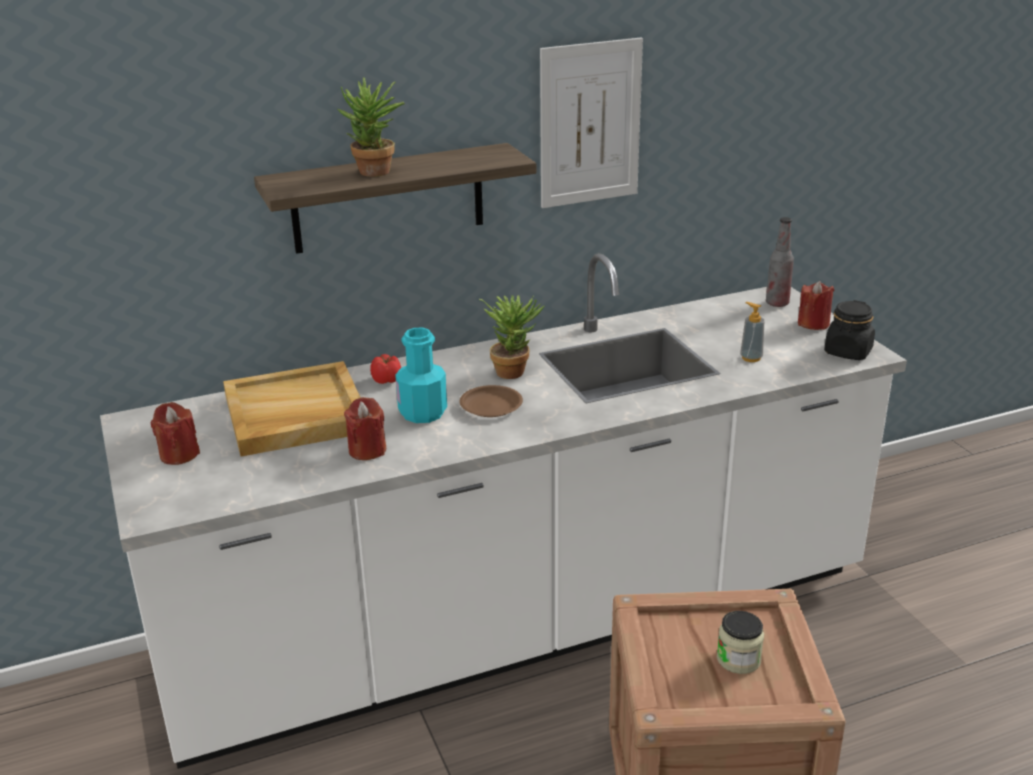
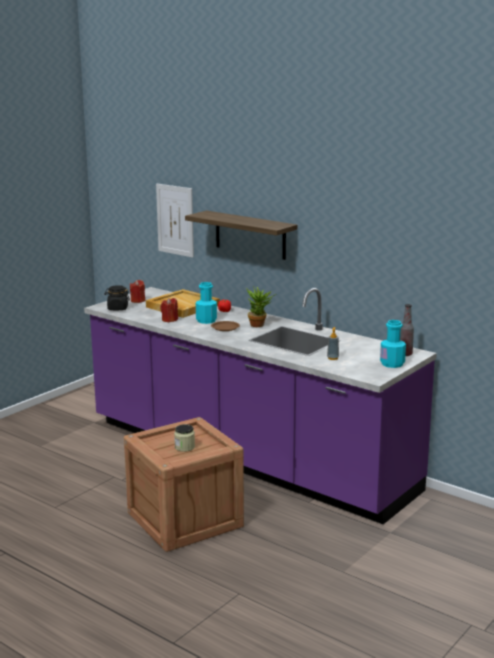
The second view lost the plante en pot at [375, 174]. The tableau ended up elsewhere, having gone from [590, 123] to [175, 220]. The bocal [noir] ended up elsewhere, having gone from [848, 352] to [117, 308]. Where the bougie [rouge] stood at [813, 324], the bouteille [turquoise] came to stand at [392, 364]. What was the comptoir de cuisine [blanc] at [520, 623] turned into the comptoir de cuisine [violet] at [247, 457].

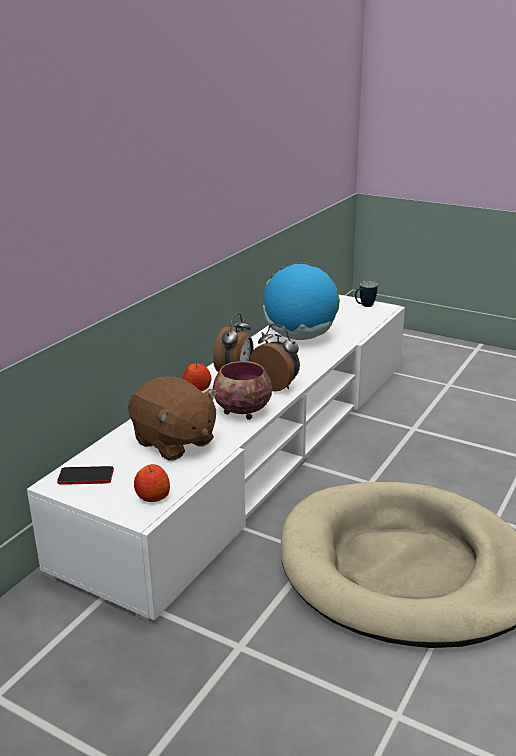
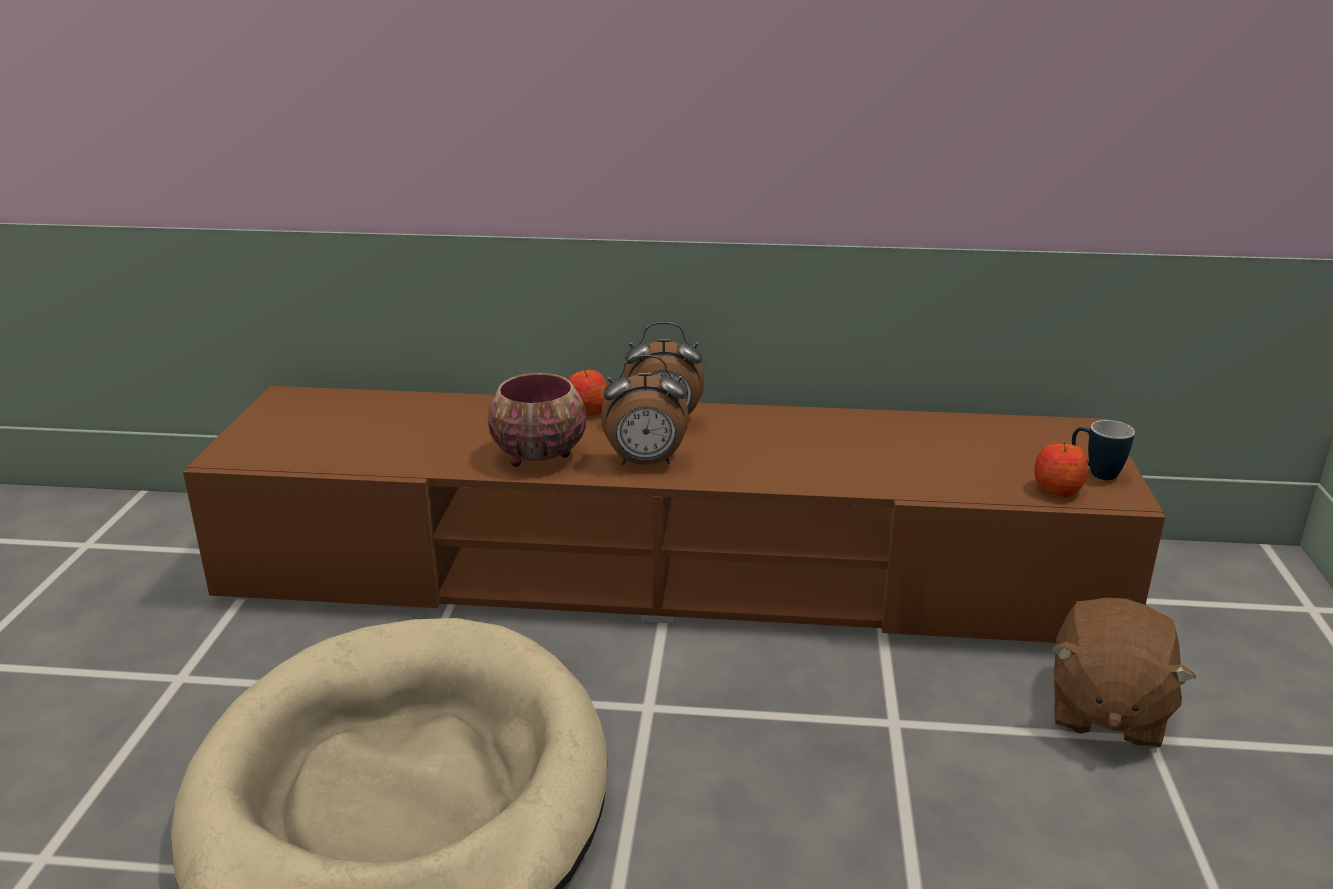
The second view lost the téléphone at [86, 476]. The second view lost the globe at [300, 337]. The peluche [marron] ended up elsewhere, having gone from [174, 442] to [1105, 711]. The pomme ended up elsewhere, having gone from [152, 496] to [1057, 489]. What was the meuble télé [blanc] at [259, 450] turned into the meuble télé [marron] at [668, 572]. The réveil at [276, 386] ended up facing another way, 75 degrees clockwise from before.

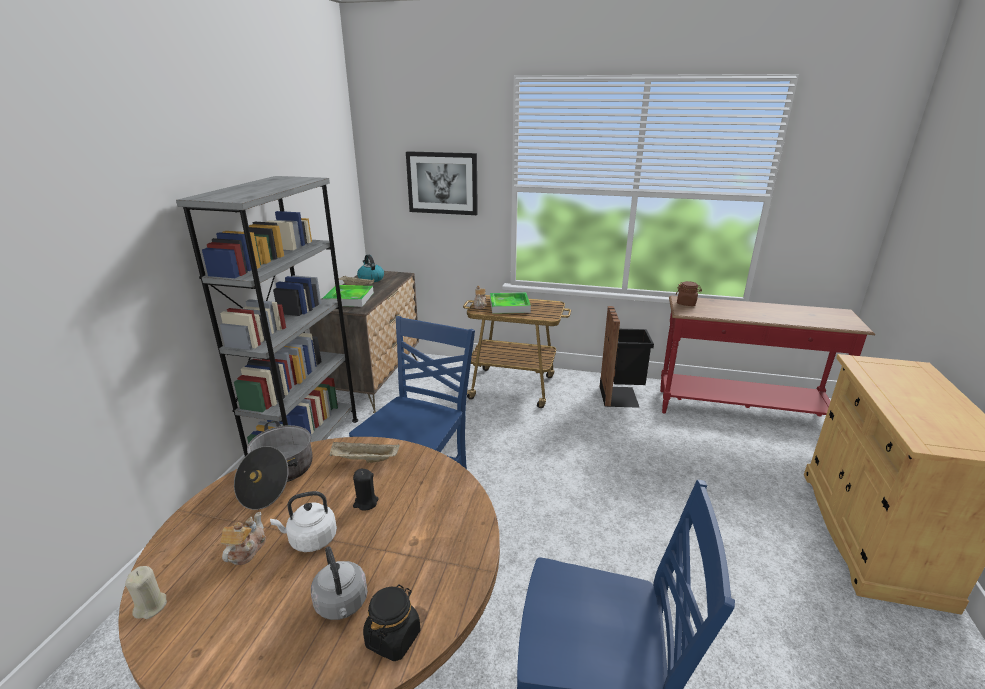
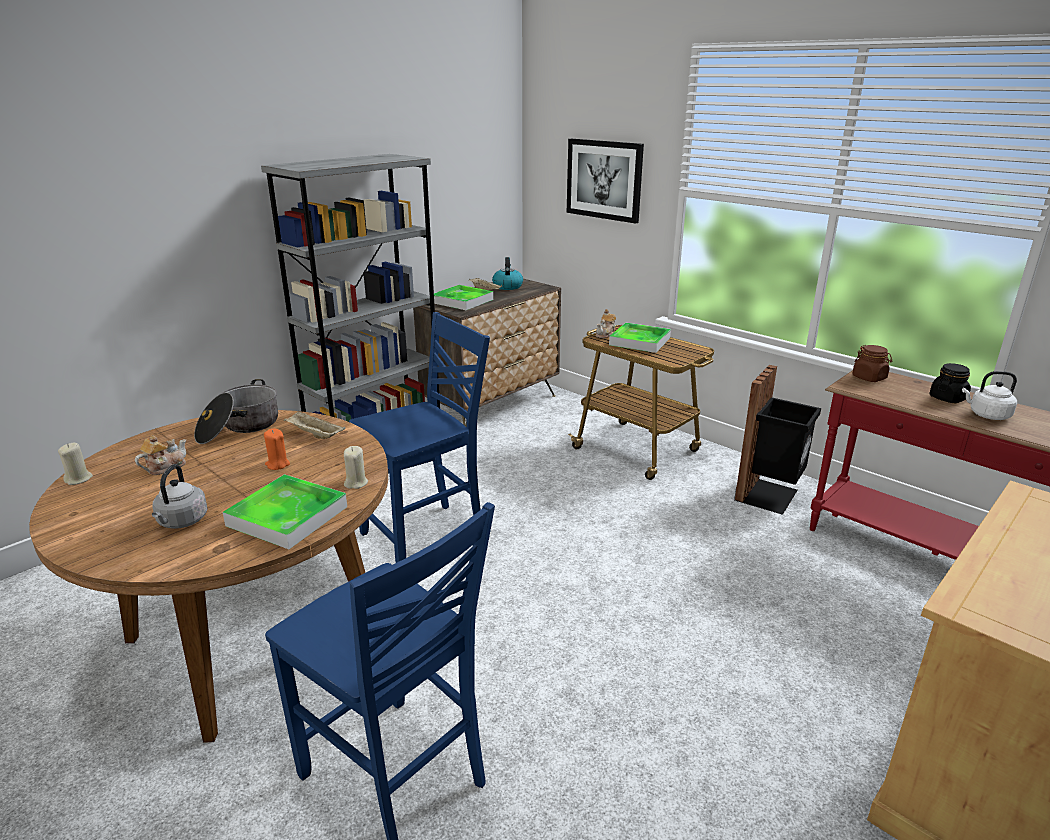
The second view gained the plateau at [287, 516]. The second view gained the bougie [beige] at [356, 483]. The bouilloire [blanc] ended up elsewhere, having gone from [310, 540] to [987, 415]. The bocal [noir] ended up elsewhere, having gone from [393, 638] to [947, 398]. What was the bougie [noir] at [365, 503] turned into the bougie [orange] at [277, 464].

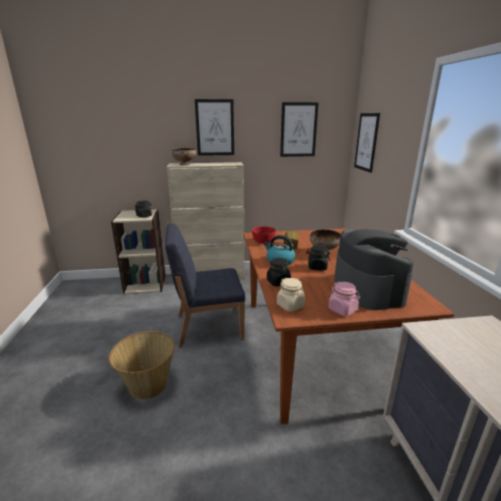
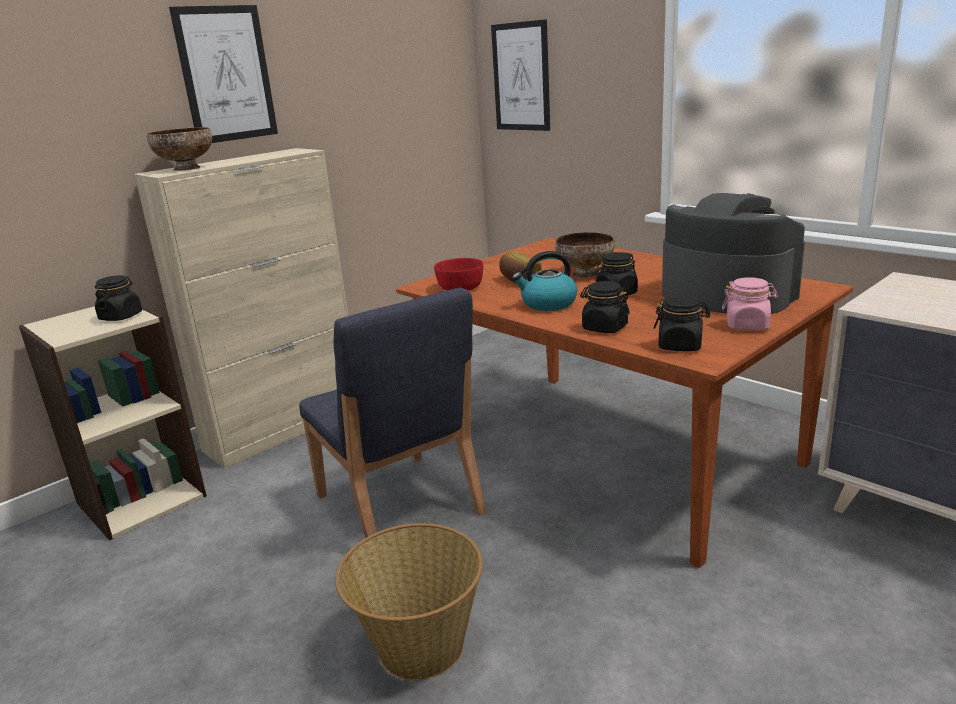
The second view lost the tableau at [298, 130]. What was the bocal [beige] at [290, 305] turned into the bocal [noir] at [680, 345]. The chaise [bleu] at [208, 326] ended up facing another way, 75 degrees counterclockwise from before.

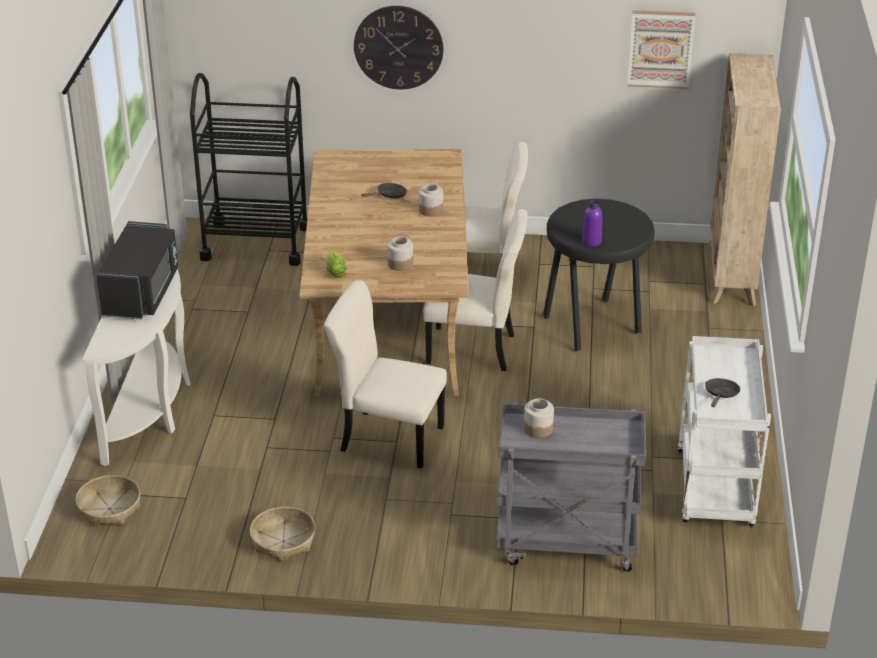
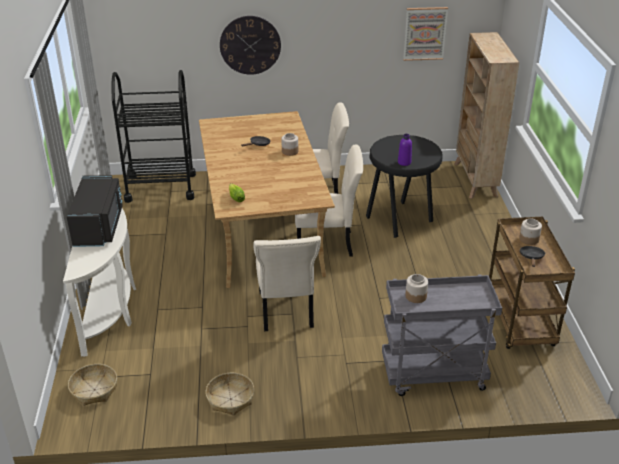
The bocal ended up elsewhere, having gone from [400, 264] to [529, 239]. What was the chariot [blanc] at [716, 490] turned into the chariot [marron] at [520, 323]. The chaise [beige] at [388, 438] ended up facing another way, 105 degrees counterclockwise from before.

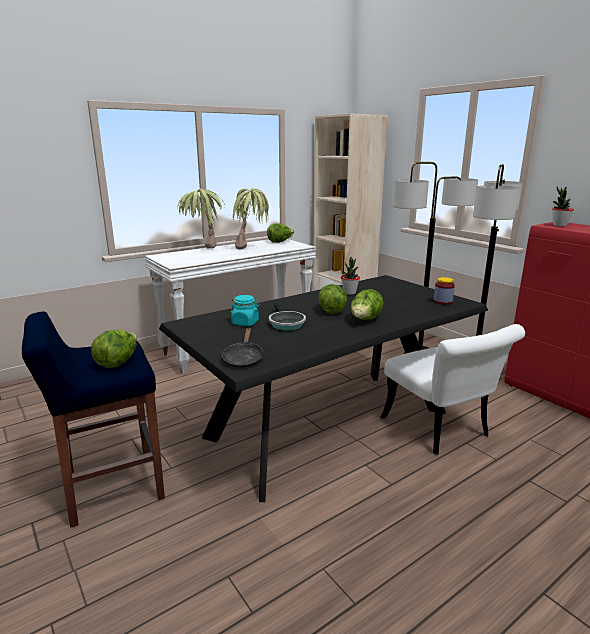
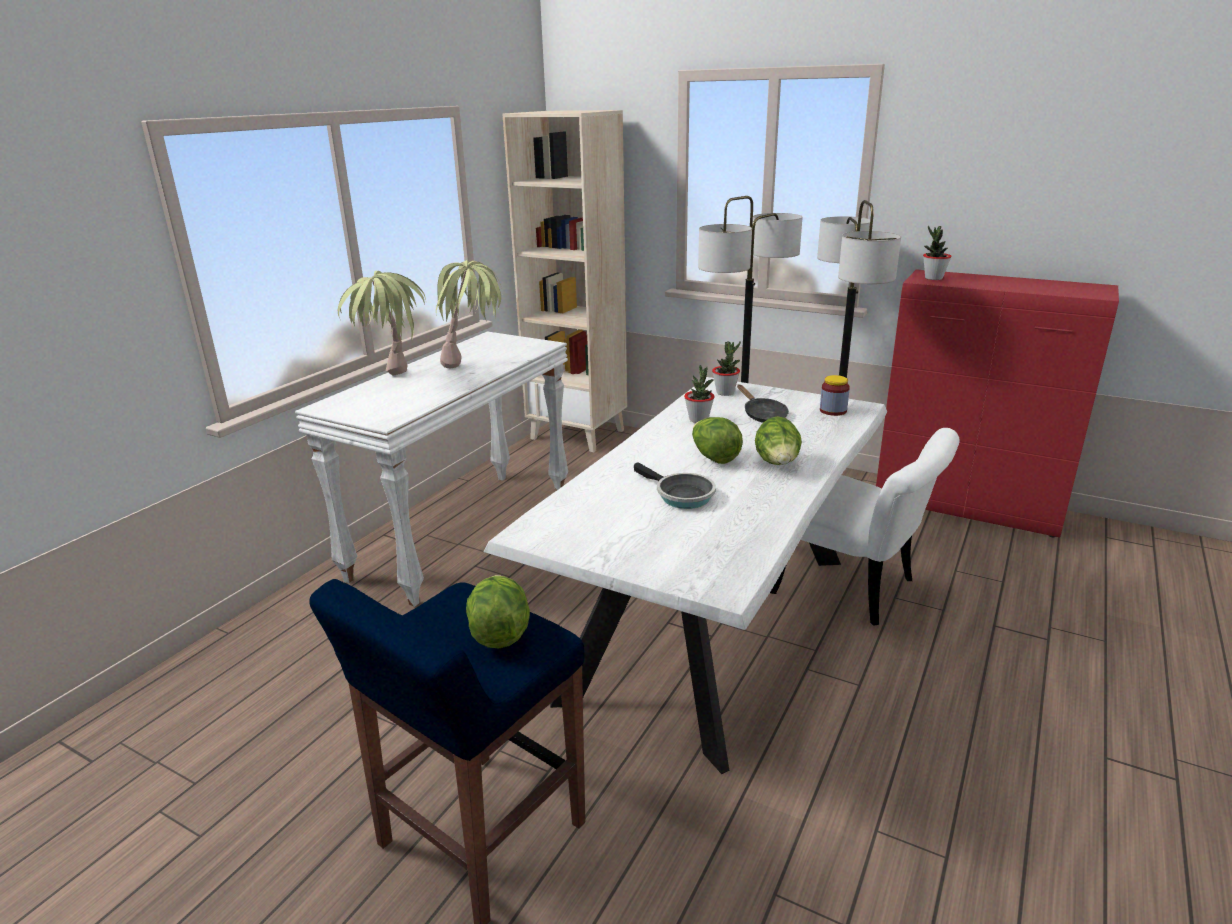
The second view lost the bocal [turquoise] at [245, 323]. The second view lost the laitue at [280, 242]. The second view gained the plante en pot at [725, 392]. The poêle [noir] ended up elsewhere, having gone from [243, 358] to [762, 415]. What was the table à manger [noir] at [329, 424] turned into the table à manger [blanc] at [712, 624].

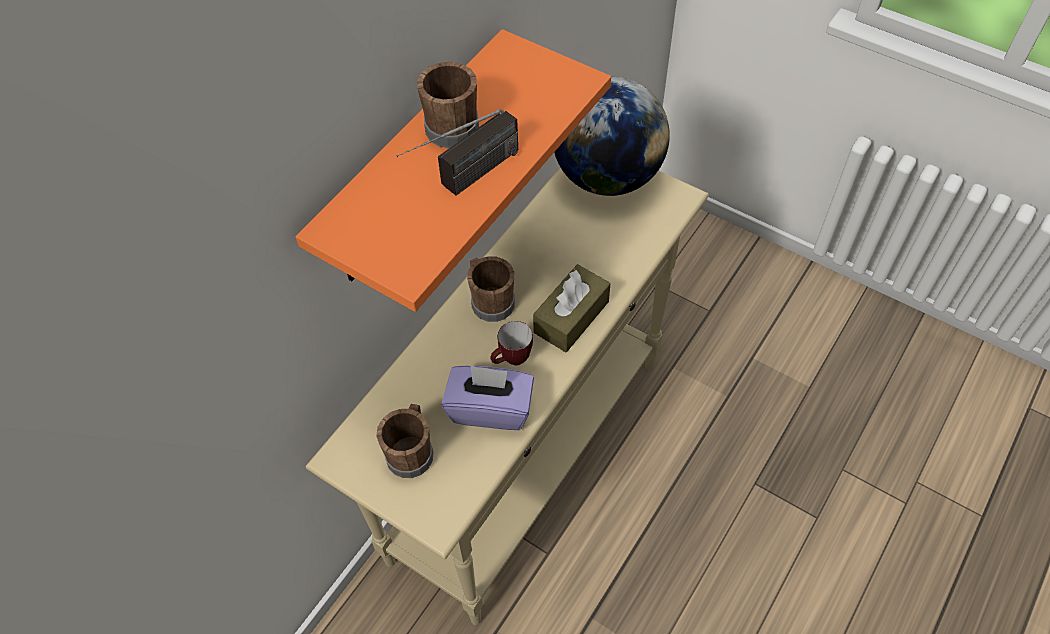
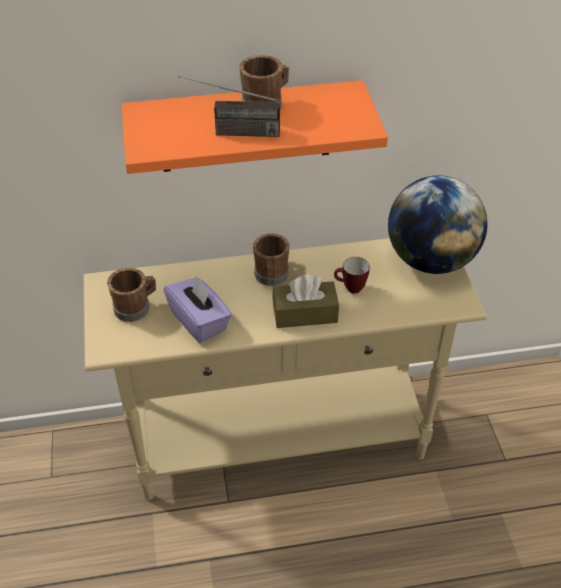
The mug ended up elsewhere, having gone from [512, 361] to [350, 288].

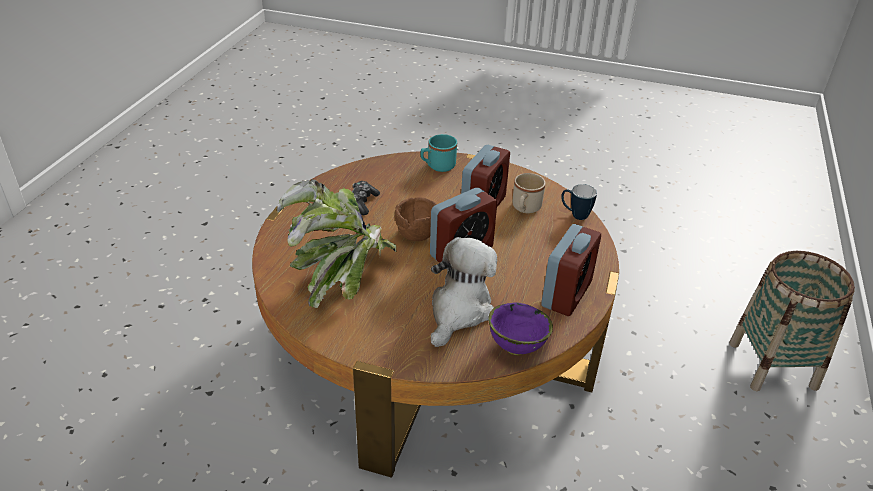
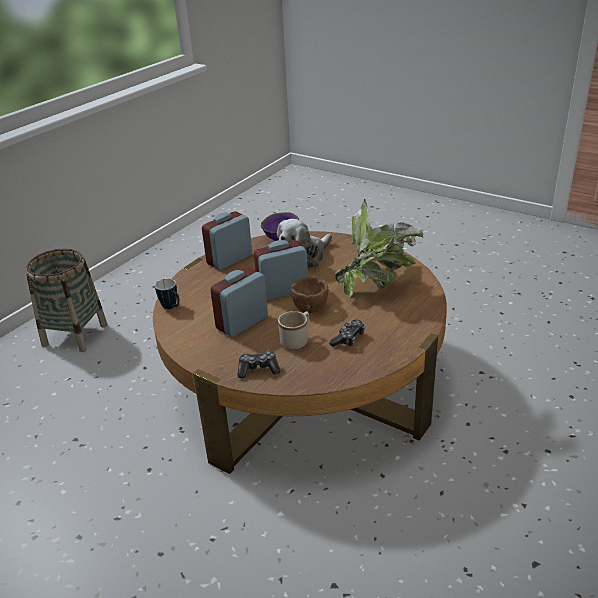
The mug [beige] ended up elsewhere, having gone from [525, 209] to [297, 340]. Where the mug [turquoise] stood at [437, 166], the manette came to stand at [258, 369].

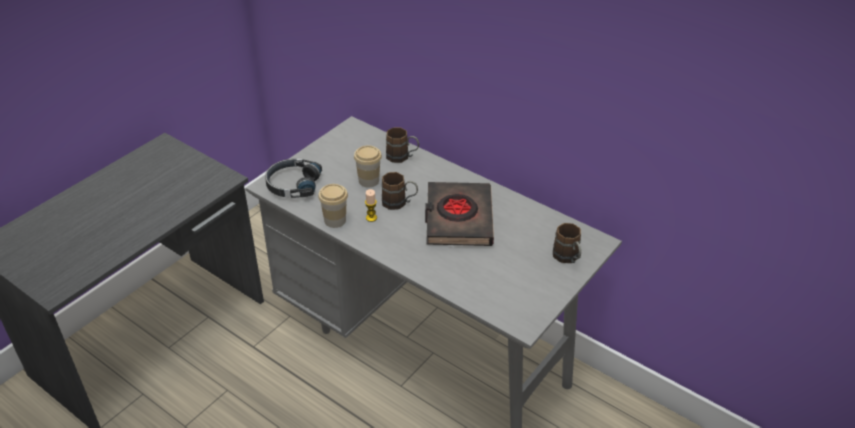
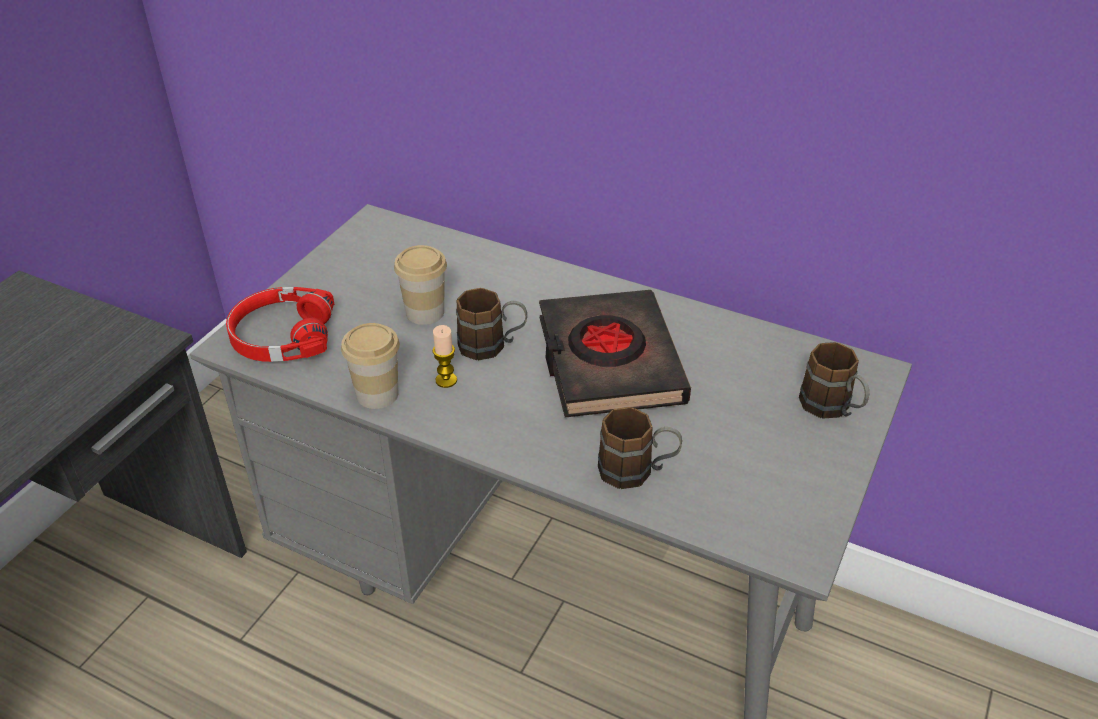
The mug [marron] ended up elsewhere, having gone from [402, 157] to [637, 471]. What was the casque audio [noir] at [293, 185] turned into the casque audio [rouge] at [282, 336].

